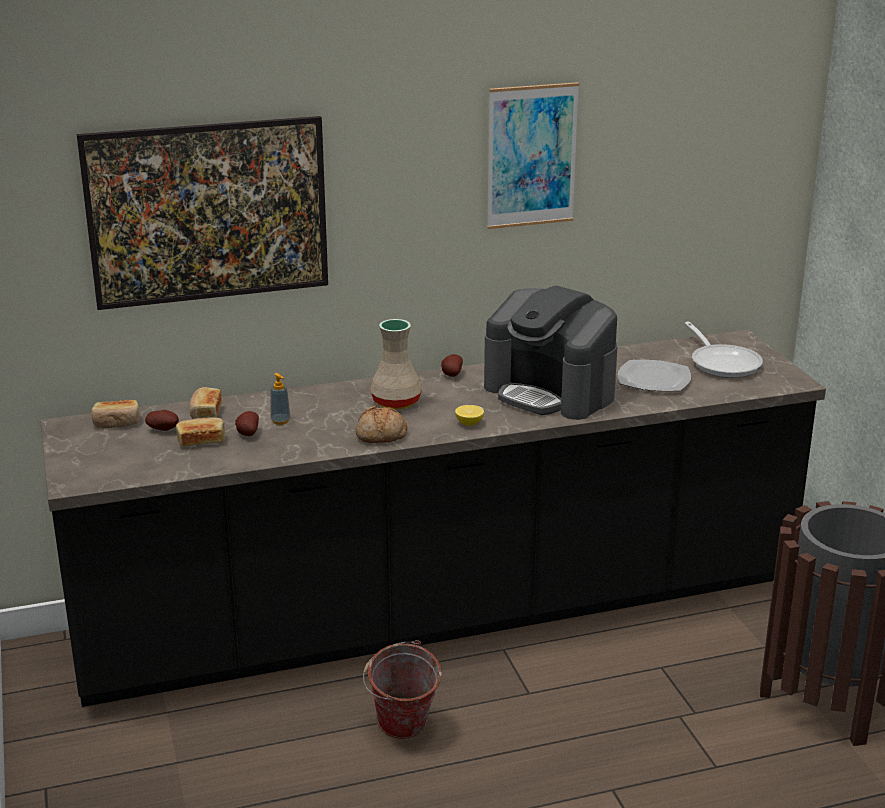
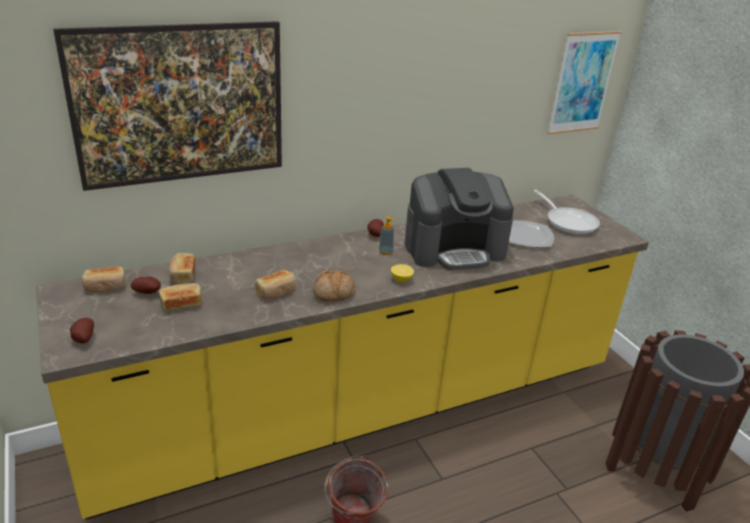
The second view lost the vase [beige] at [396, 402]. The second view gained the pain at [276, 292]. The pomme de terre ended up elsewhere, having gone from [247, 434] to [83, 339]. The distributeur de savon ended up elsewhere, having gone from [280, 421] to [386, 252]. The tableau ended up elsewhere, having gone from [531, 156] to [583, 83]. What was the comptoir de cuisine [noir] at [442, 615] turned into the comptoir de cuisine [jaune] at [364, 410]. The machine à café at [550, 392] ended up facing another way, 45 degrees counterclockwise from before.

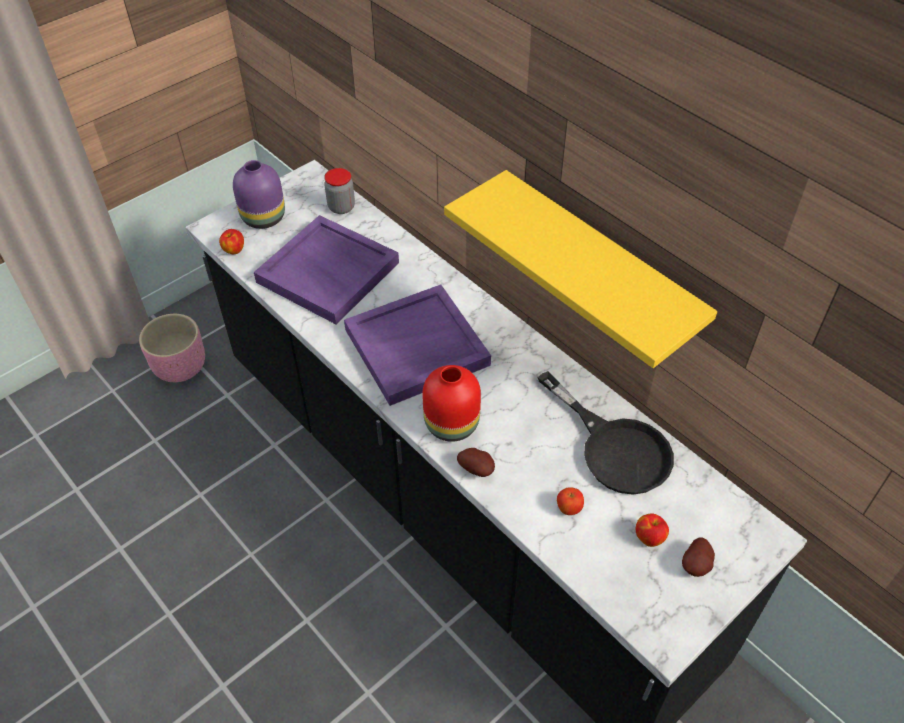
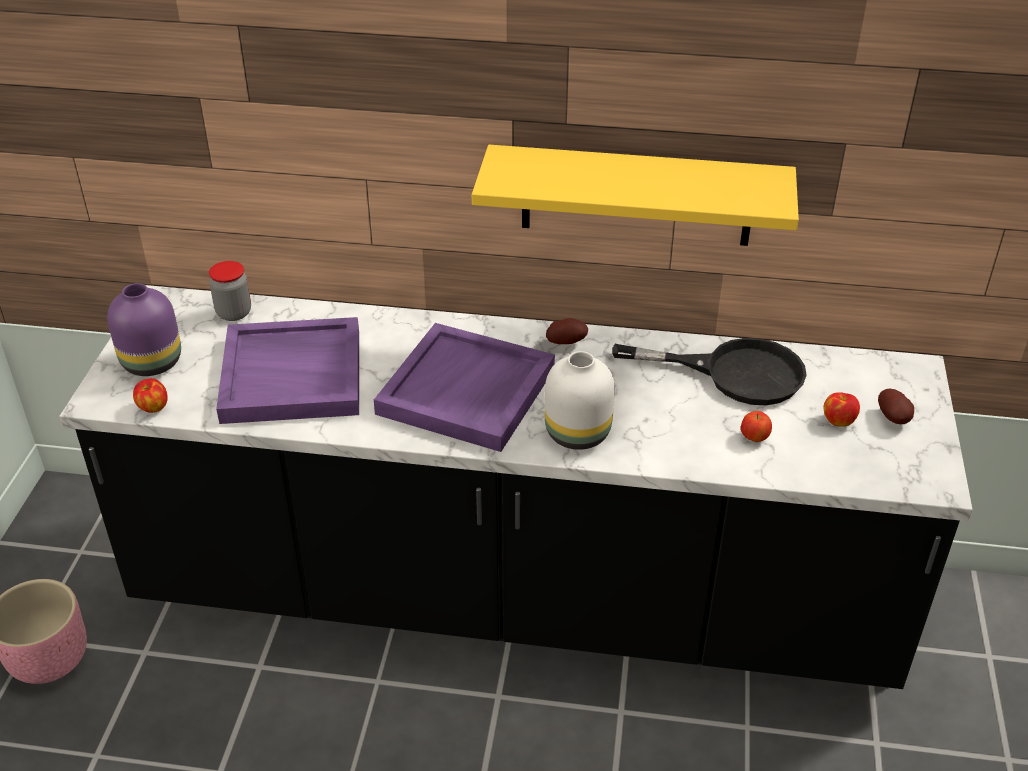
The pomme de terre ended up elsewhere, having gone from [477, 469] to [566, 342]. What was the vase [rouge] at [452, 425] turned into the vase [blanc] at [579, 434].

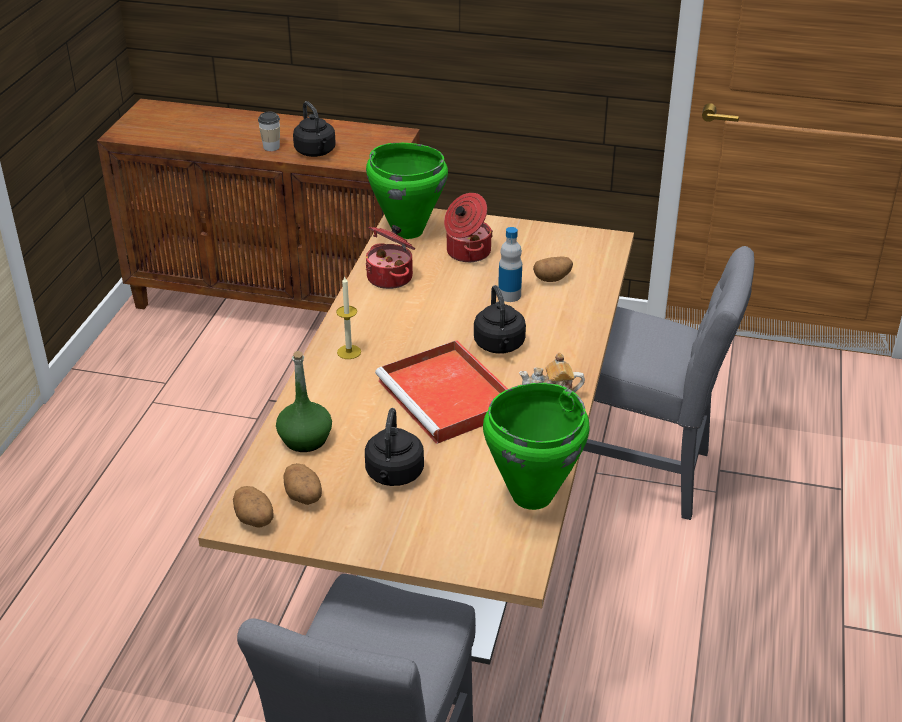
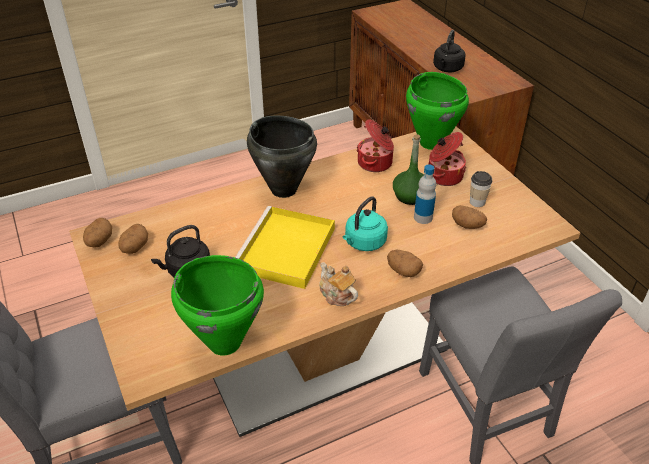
The second view gained the pomme de terre at [403, 271]. The tasse ended up elsewhere, having gone from [271, 147] to [477, 202]. The bouteille [vert] ended up elsewhere, having gone from [305, 439] to [410, 196]. Where the bougie stood at [349, 352], the marmite [noir] came to stand at [283, 189]. What was the plateau [rouge] at [449, 397] turned into the plateau [jaune] at [286, 251]. What was the bouilloire [noir] at [499, 346] turned into the bouilloire [turquoise] at [364, 243].

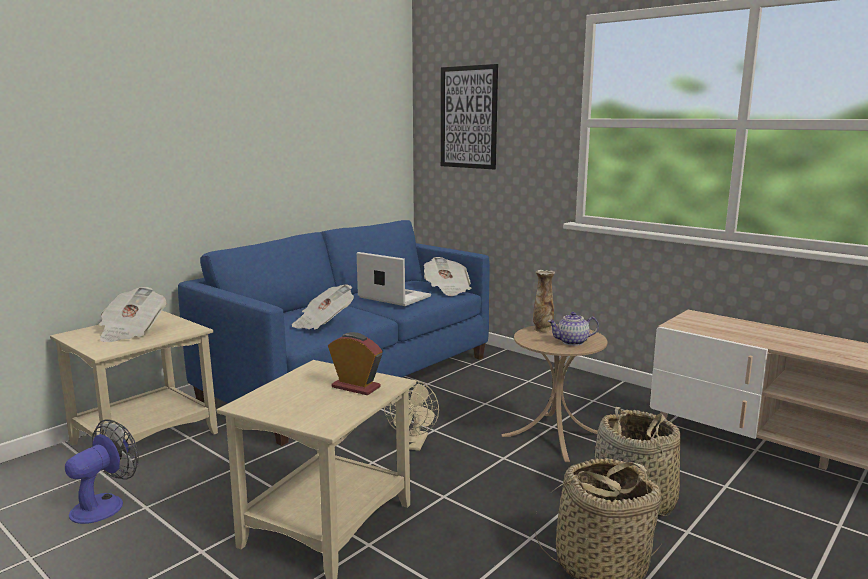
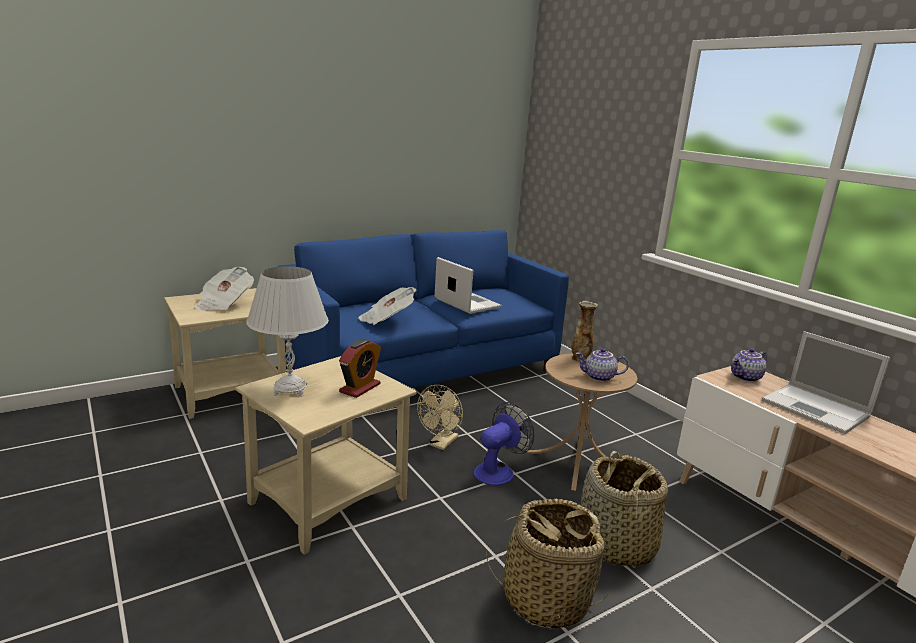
The second view lost the journal at [447, 289]. The second view lost the tableau at [468, 117]. The second view gained the lampe de table [blanc] at [290, 389]. The second view gained the théière at [746, 378]. The second view gained the ordinateur portable at [817, 409]. The ventilateur ended up elsewhere, having gone from [105, 504] to [498, 470]. The réveil at [356, 387] ended up facing another way, 75 degrees clockwise from before.

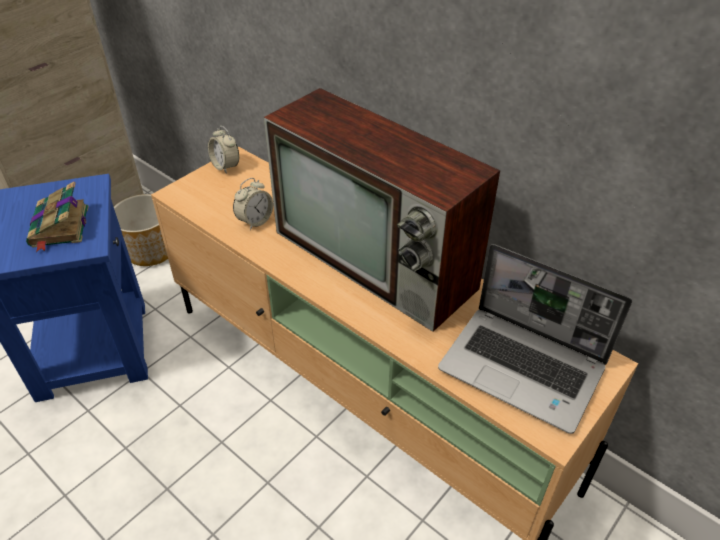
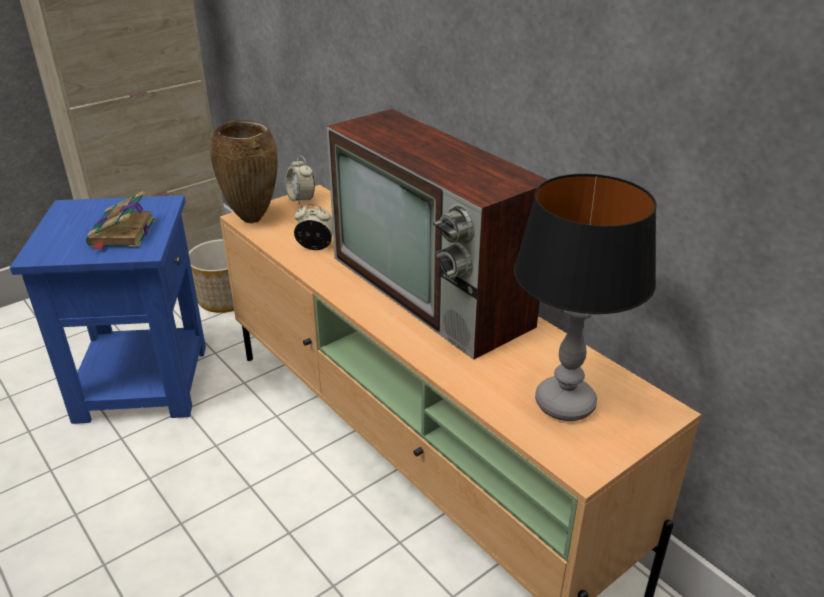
The second view gained the vase [marron] at [253, 219]. Where the ordinateur portable stood at [524, 368], the lampe de table came to stand at [565, 403]. The réveil at [255, 221] ended up facing another way, 135 degrees counterclockwise from before.

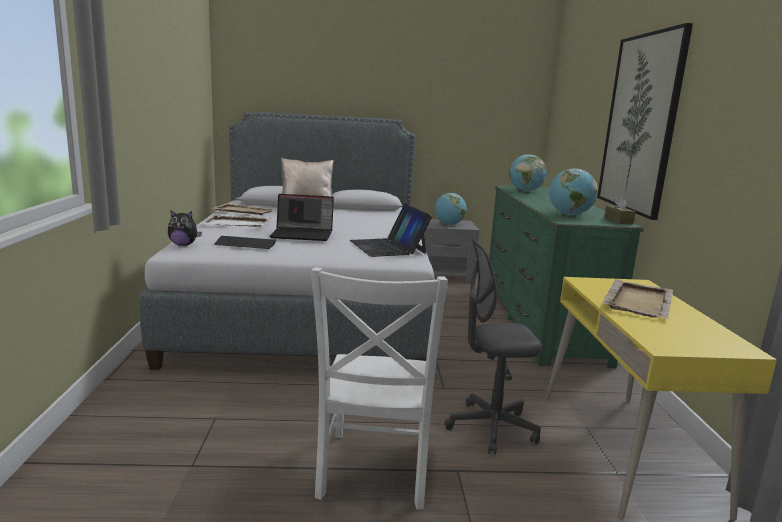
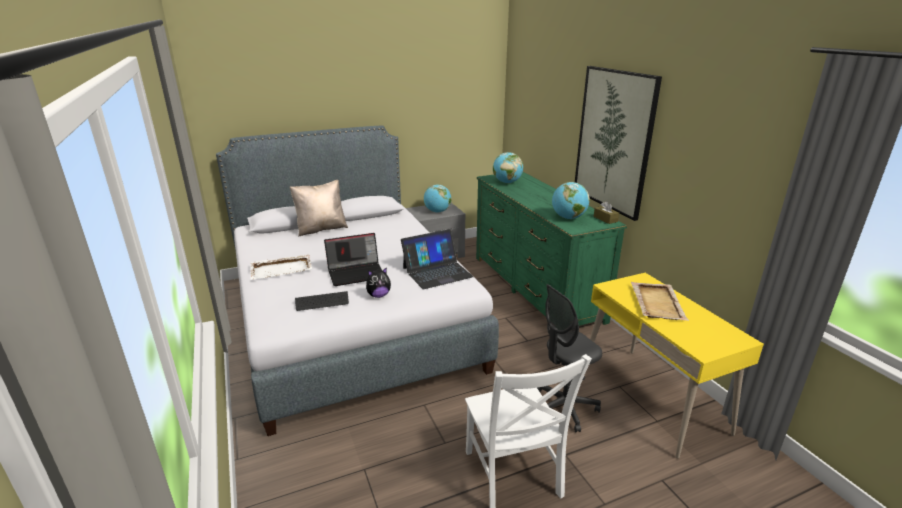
The second view lost the plateau [beige] at [243, 211]. The peluche ended up elsewhere, having gone from [184, 245] to [378, 295]. The ordinateur portable at [388, 247] ended up facing another way, 75 degrees counterclockwise from before.

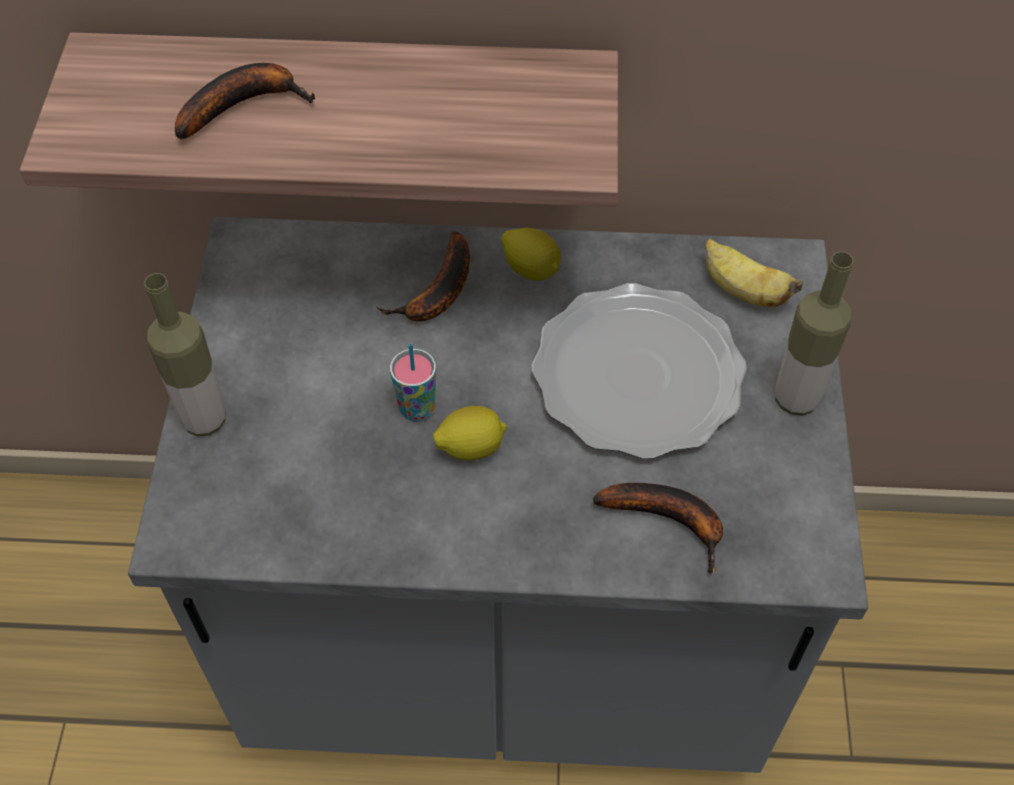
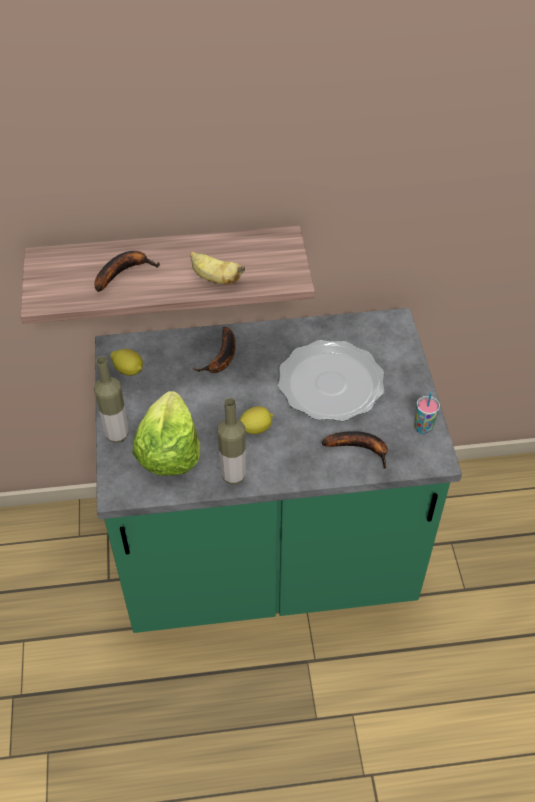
The second view gained the laitue at [168, 451]. The tasse ended up elsewhere, having gone from [417, 409] to [423, 428]. The citron ended up elsewhere, having gone from [531, 269] to [129, 370]. The banane ended up elsewhere, having gone from [742, 291] to [215, 278]. The bouteille ended up elsewhere, having gone from [795, 399] to [233, 475]. What was the comptoir de cuisine [gris] at [507, 645] turned into the comptoir de cuisine [vert] at [267, 561].

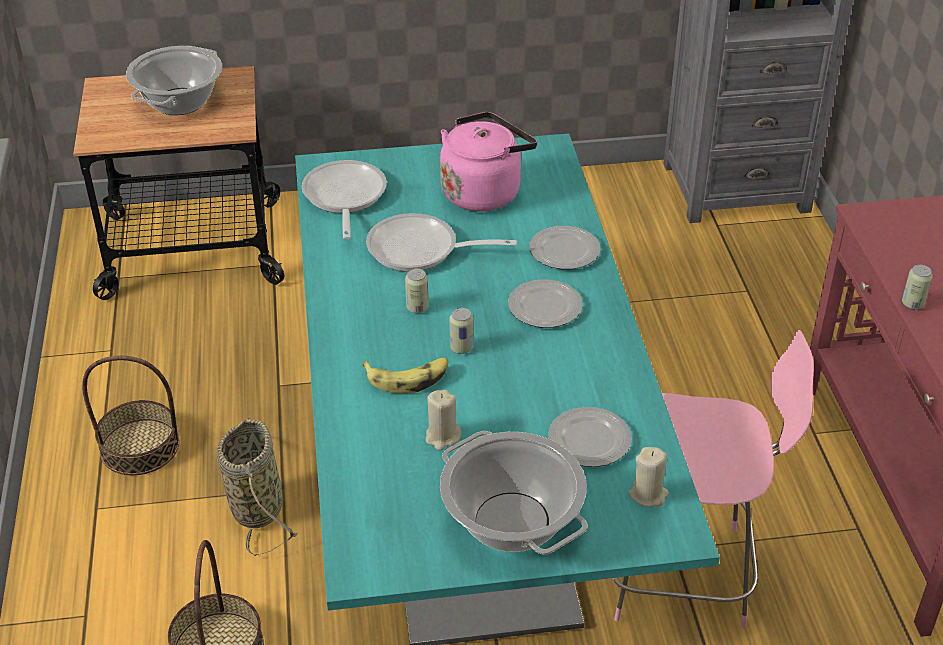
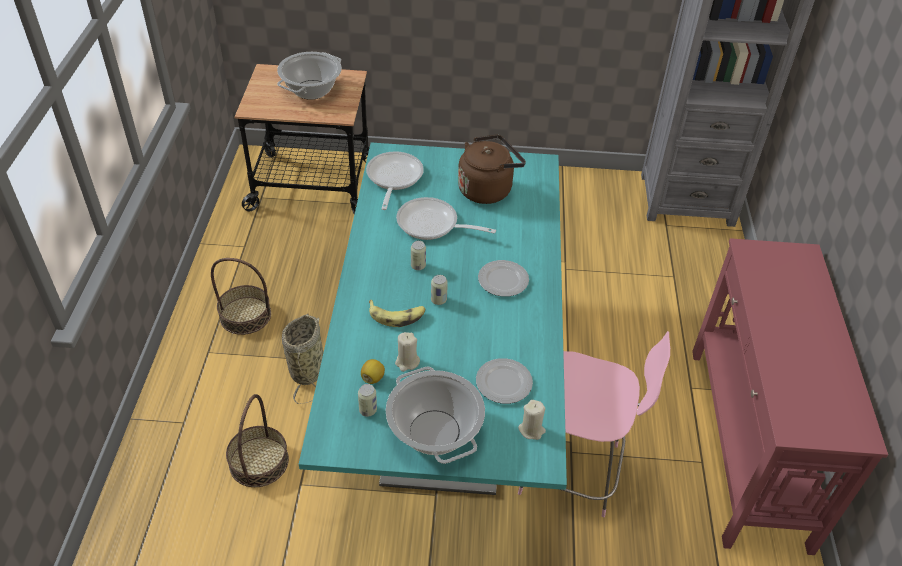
The second view lost the assiette at [564, 251]. The second view gained the citron at [373, 378]. The boîte métallique ended up elsewhere, having gone from [912, 304] to [368, 410]. What was the bouilloire [rose] at [484, 192] turned into the bouilloire [marron] at [487, 189].

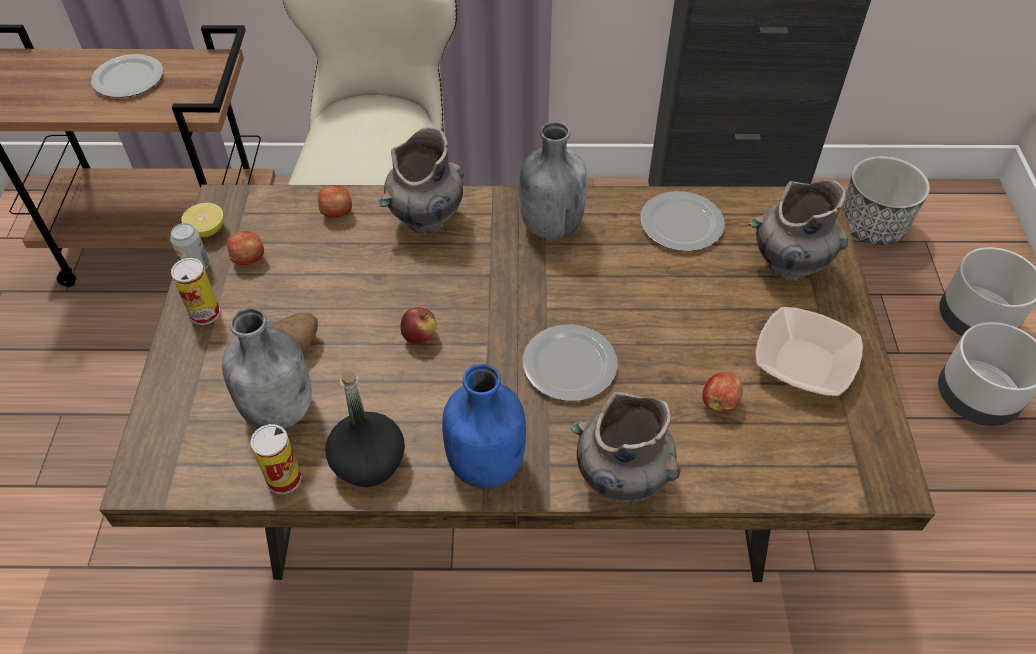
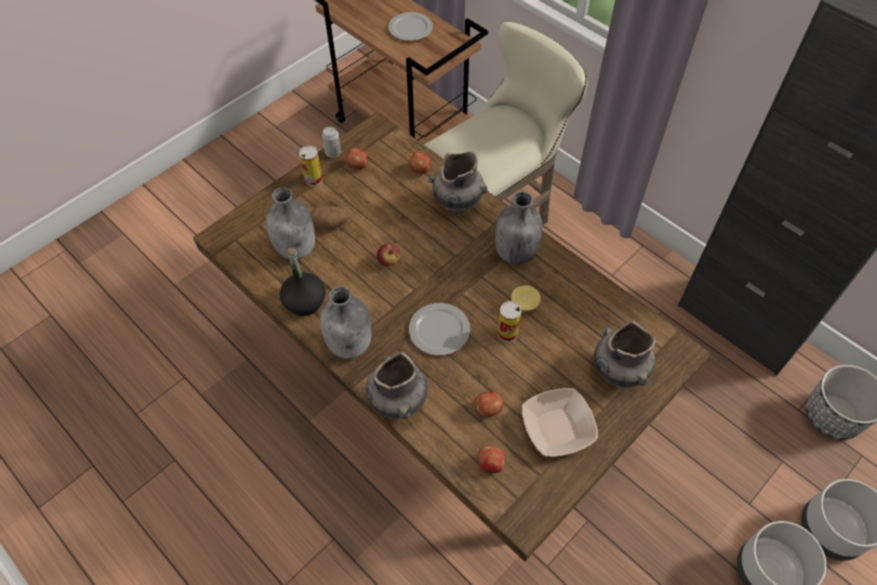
The second view lost the assiette at [683, 224]. The second view gained the pomme at [490, 463]. The citron ended up elsewhere, having gone from [207, 231] to [524, 305]. The boîte métallique ended up elsewhere, having gone from [284, 479] to [507, 333]. What was the bouteille [bleu] at [487, 463] turned into the bouteille [gris] at [350, 344].

